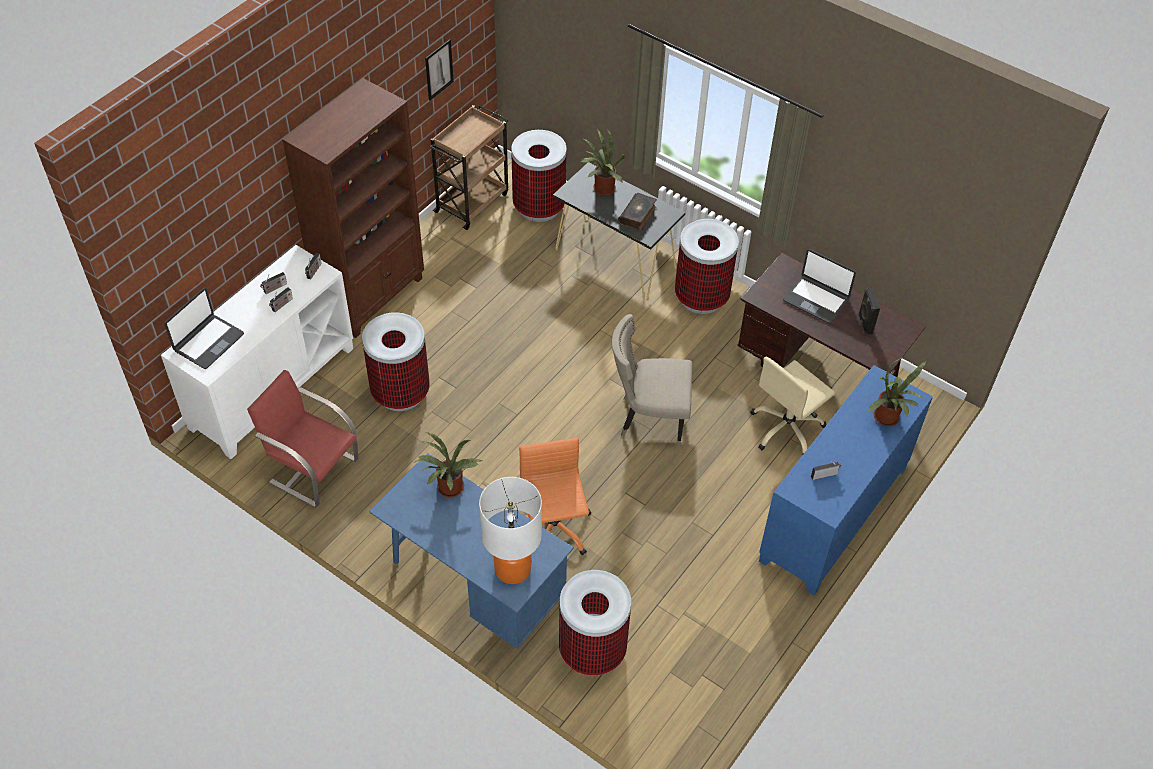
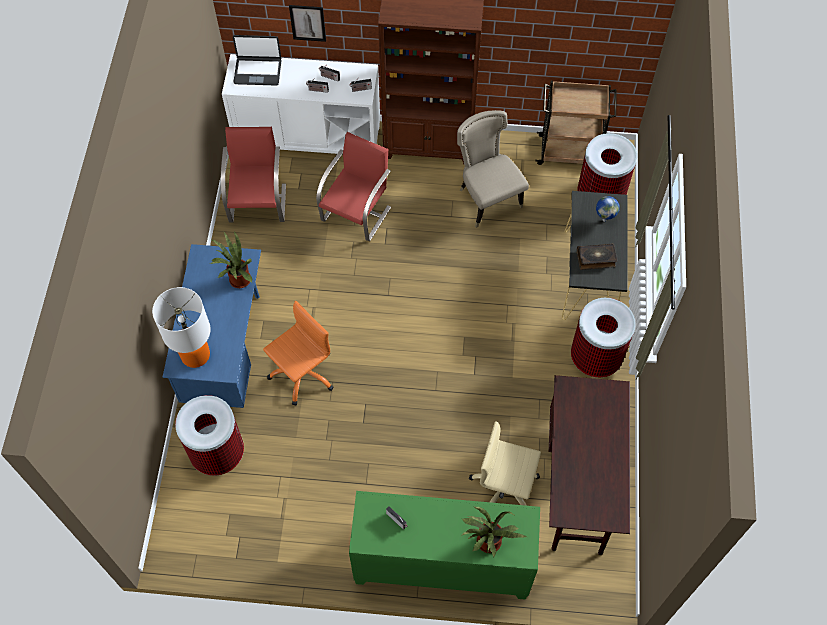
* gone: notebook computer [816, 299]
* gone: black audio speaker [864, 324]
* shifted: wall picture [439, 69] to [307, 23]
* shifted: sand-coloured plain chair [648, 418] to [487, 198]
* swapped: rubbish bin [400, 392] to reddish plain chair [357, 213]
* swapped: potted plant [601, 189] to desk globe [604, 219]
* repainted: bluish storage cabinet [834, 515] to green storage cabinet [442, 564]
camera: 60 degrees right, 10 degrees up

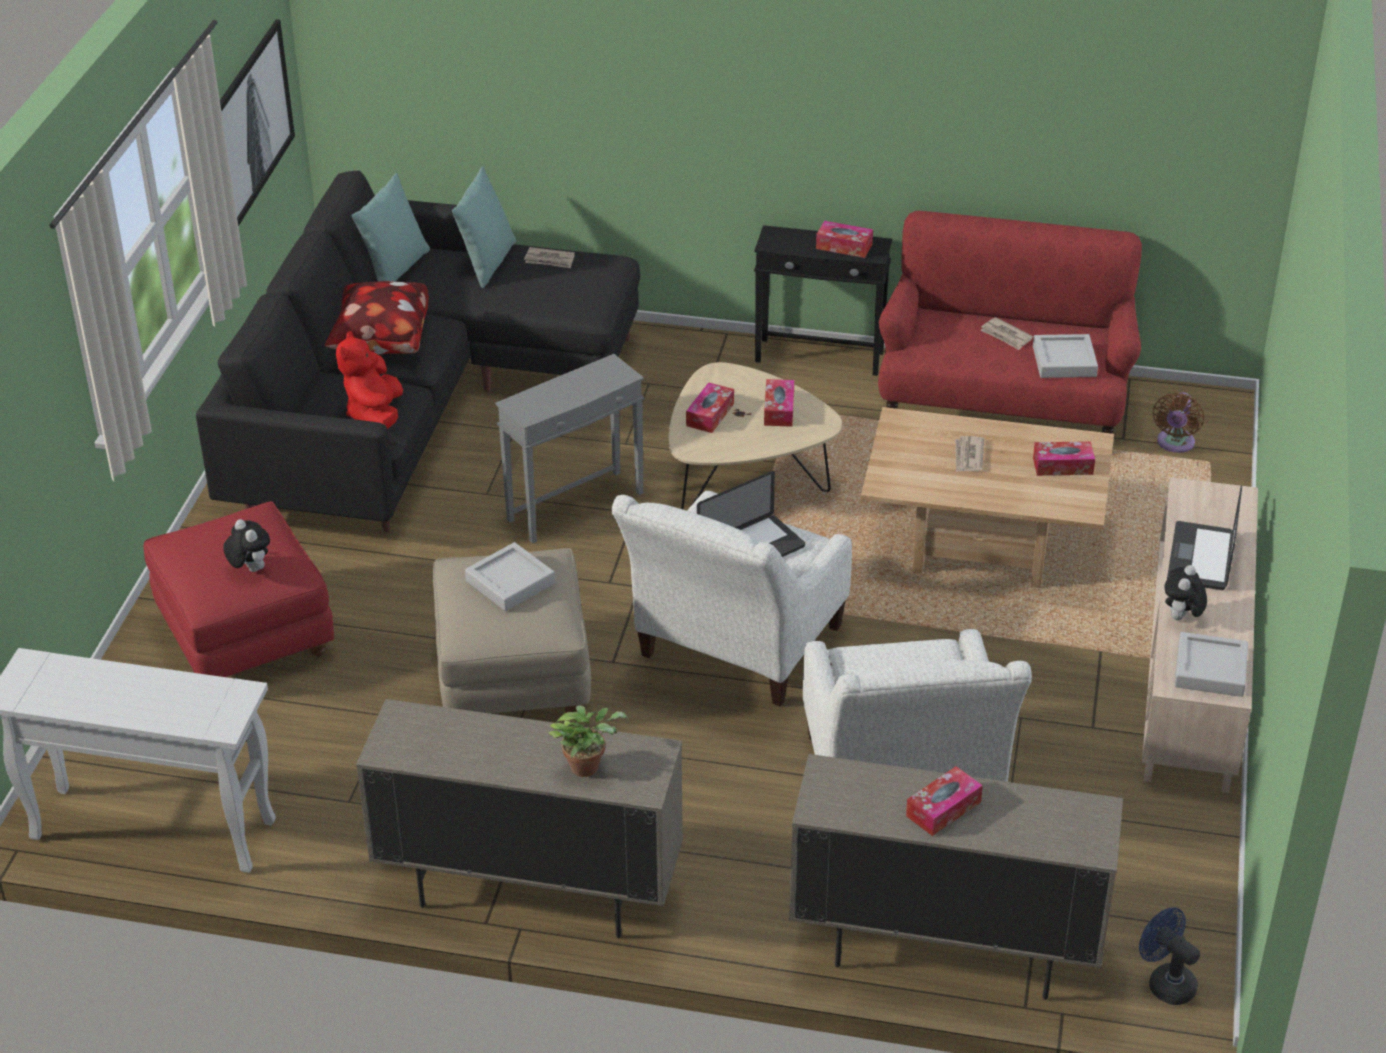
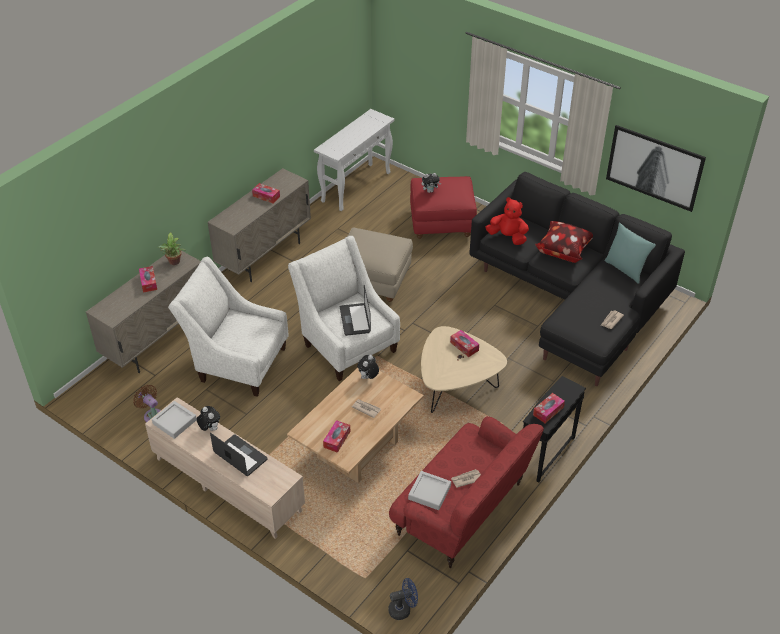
* gone: turquoise-coloured cushion [486, 263]
* gone: gray tray [510, 582]
* gone: gray accent table [576, 506]
* new: soft toy [368, 378]
* shifted: potted plant [588, 766] to [174, 262]
* shifted: box of tissues [779, 410] to [266, 196]
* shifted: bluish cooling fan [1165, 982] to [403, 609]
* shifted: brown-coloured cooling fan [1174, 444] to [152, 415]
camera: 115 degrees right, 5 degrees up

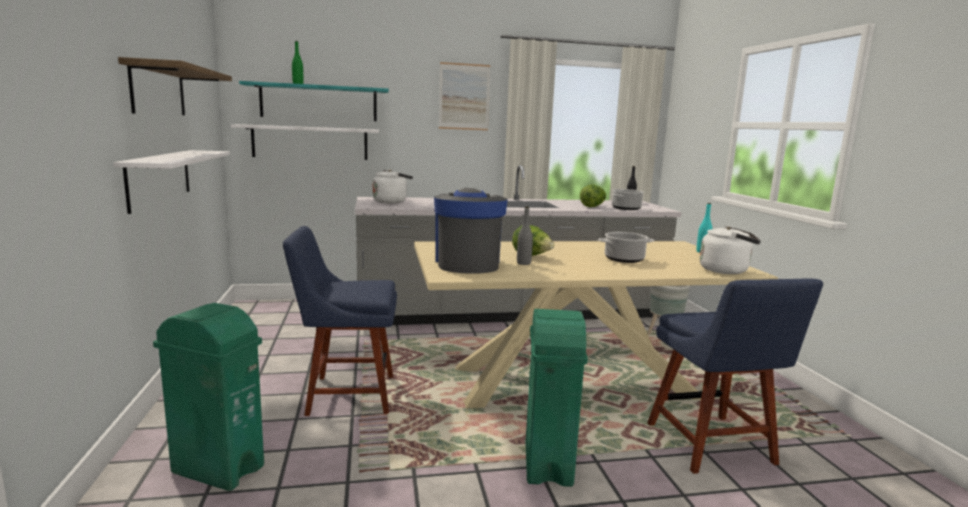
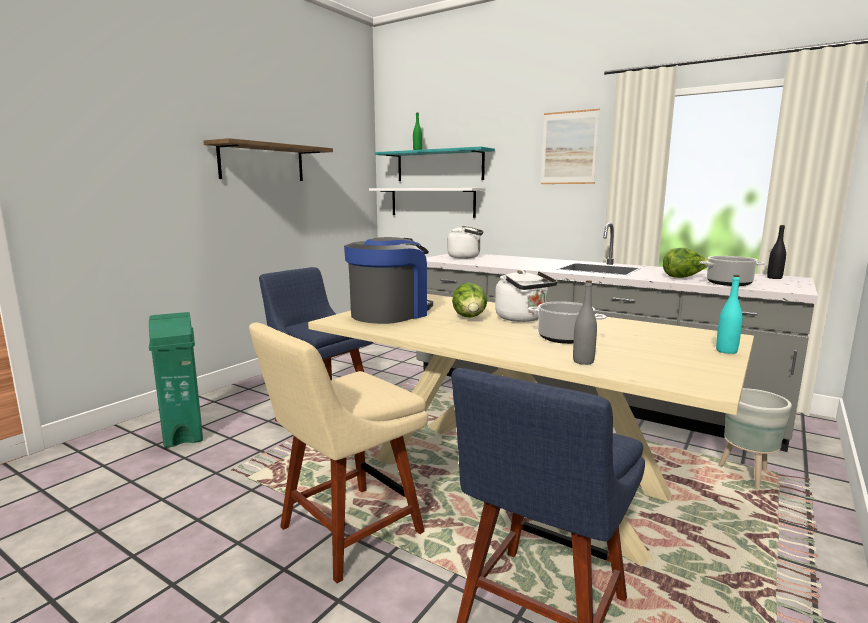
* gone: white shelf [159, 178]
* shifted: gray drink bottle [523, 263] to [583, 361]
* shifted: white tea kettle [726, 270] to [523, 319]
* swapped: green rubbish bin [547, 464] to sand-coloured plain chair [345, 533]
camera: 45 degrees right, 0 degrees up

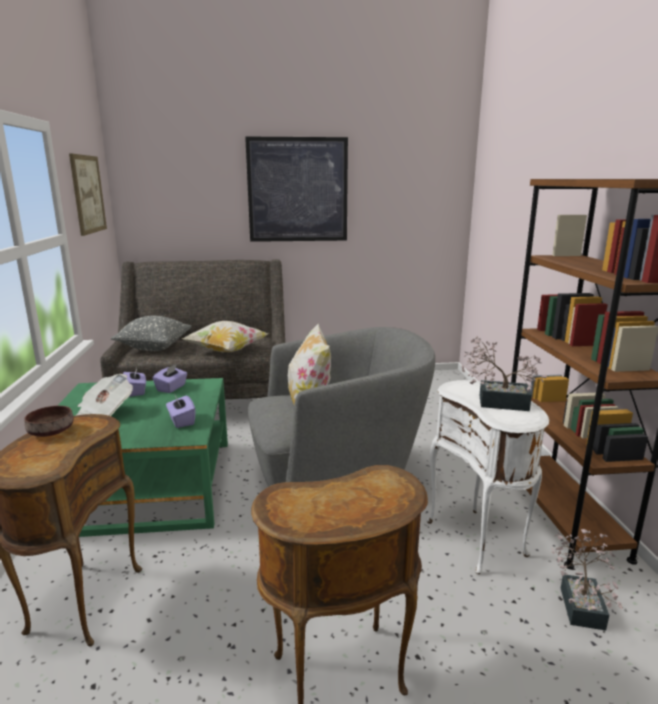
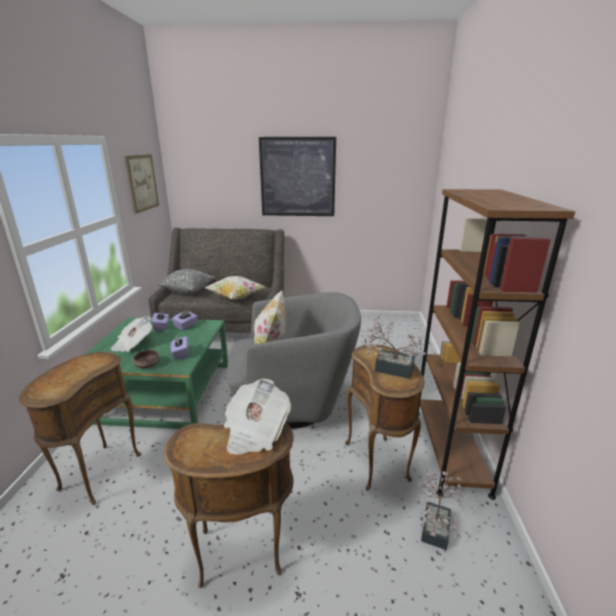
* new: daily paper [255, 432]
* shifted: brown-coloured deep dish [50, 432] to [147, 365]
* repainted: white accent table [478, 538] to brown-coloured accent table [379, 461]
camera: 10 degrees right, 5 degrees up

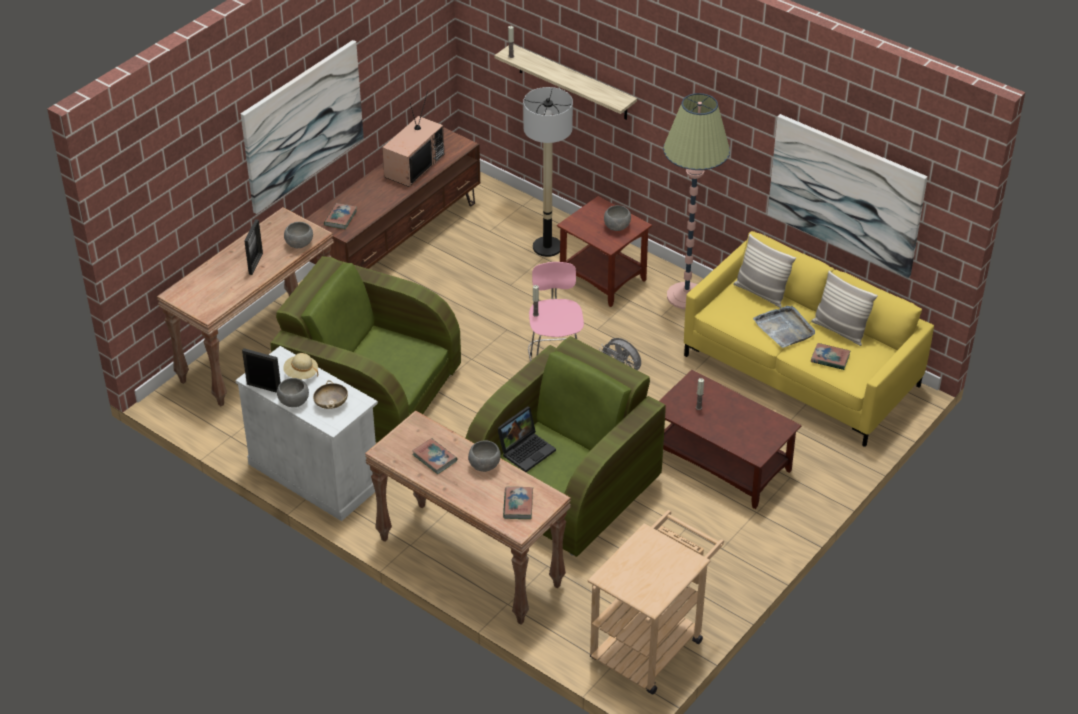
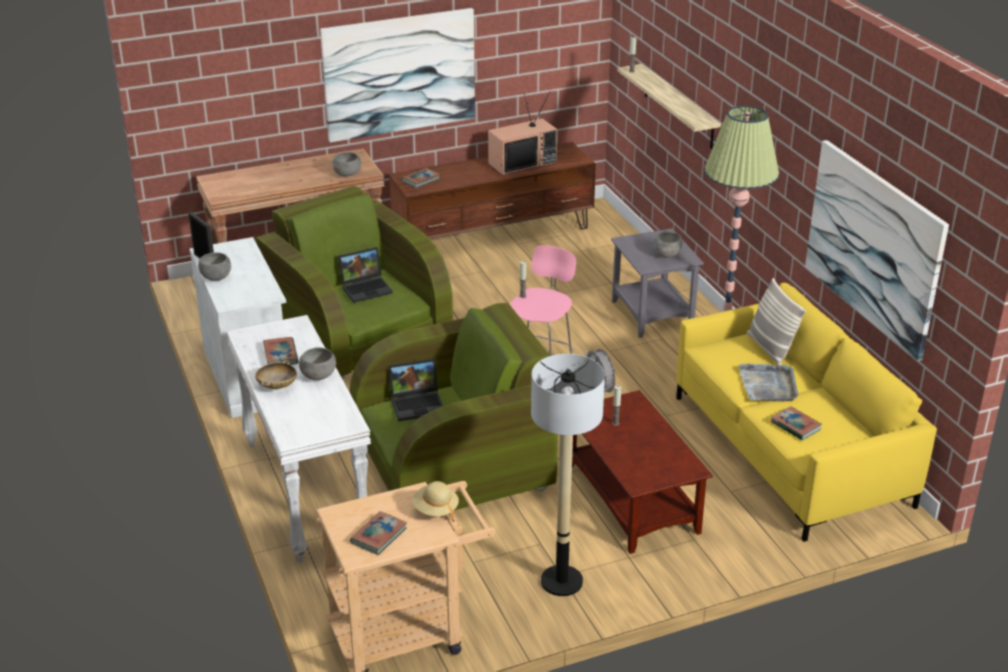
* gone: standing frame [255, 263]
* gone: cushion [840, 330]
* new: notebook computer [366, 288]
* shifted: sand-coloured clothing hat [301, 374] to [435, 509]
* shifted: sand-coloured deep dish [331, 404] to [277, 386]
* shifted: volume [518, 505] to [379, 536]
* shifted: floor lamp [547, 247] to [561, 581]
* repainted: brown-coloured hall table [468, 563] to white hall table [304, 492]
* repainted: brown-coloured accent table [603, 278] to gray accent table [653, 314]
camera: 30 degrees right, 10 degrees down

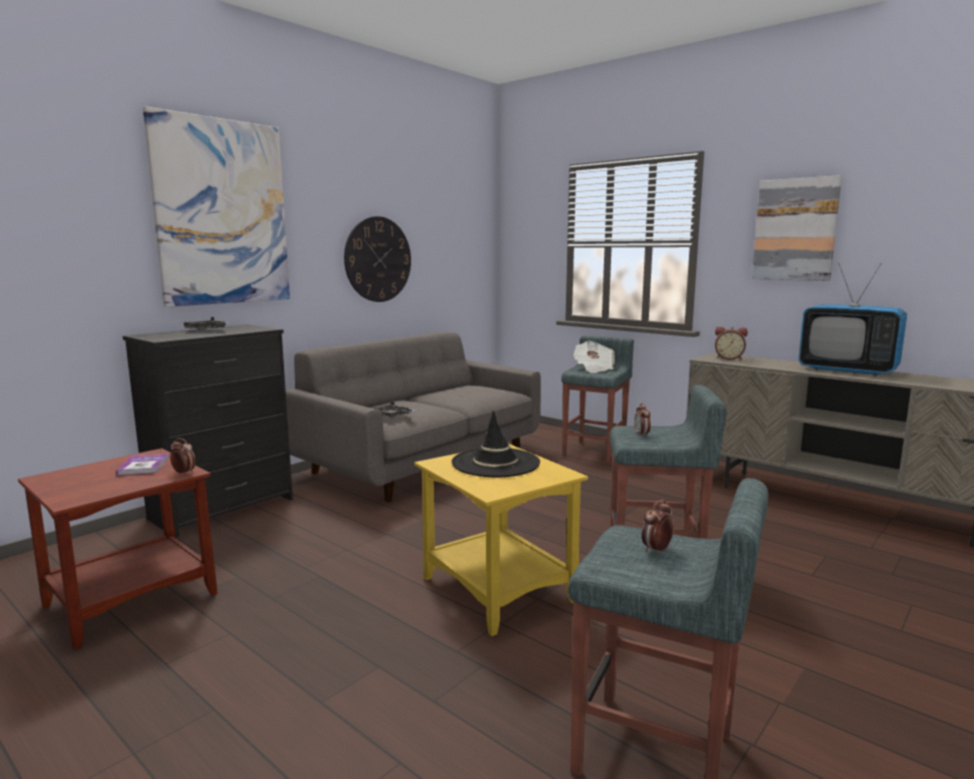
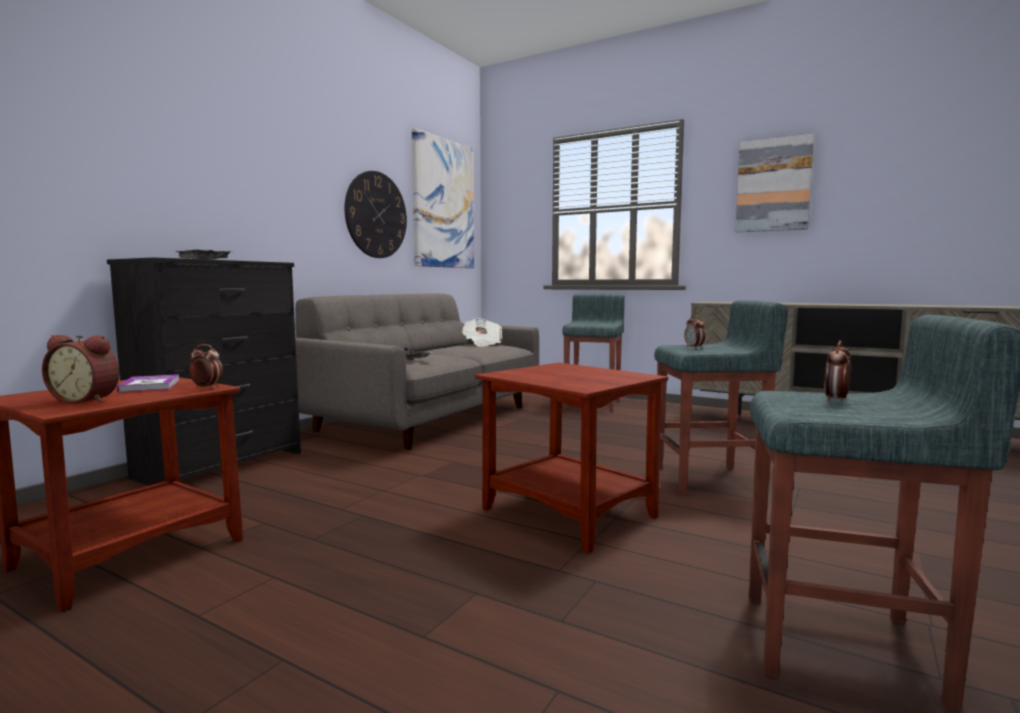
* gone: black clothing hat [495, 463]
* gone: TV set [847, 370]
* shifted: wall picture [222, 213] to [443, 204]
* shifted: daily paper [593, 368] to [482, 344]
* shifted: table clock [729, 358] to [87, 400]
* repainted: yellow accent table [499, 589] to brown-coloured accent table [570, 512]
camera: 10 degrees left, 5 degrees down

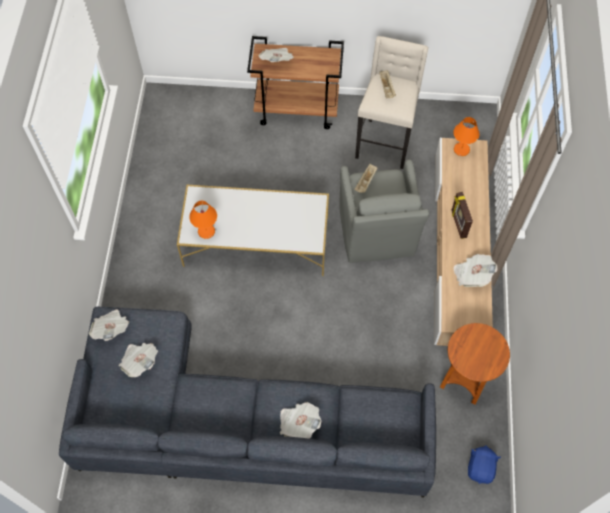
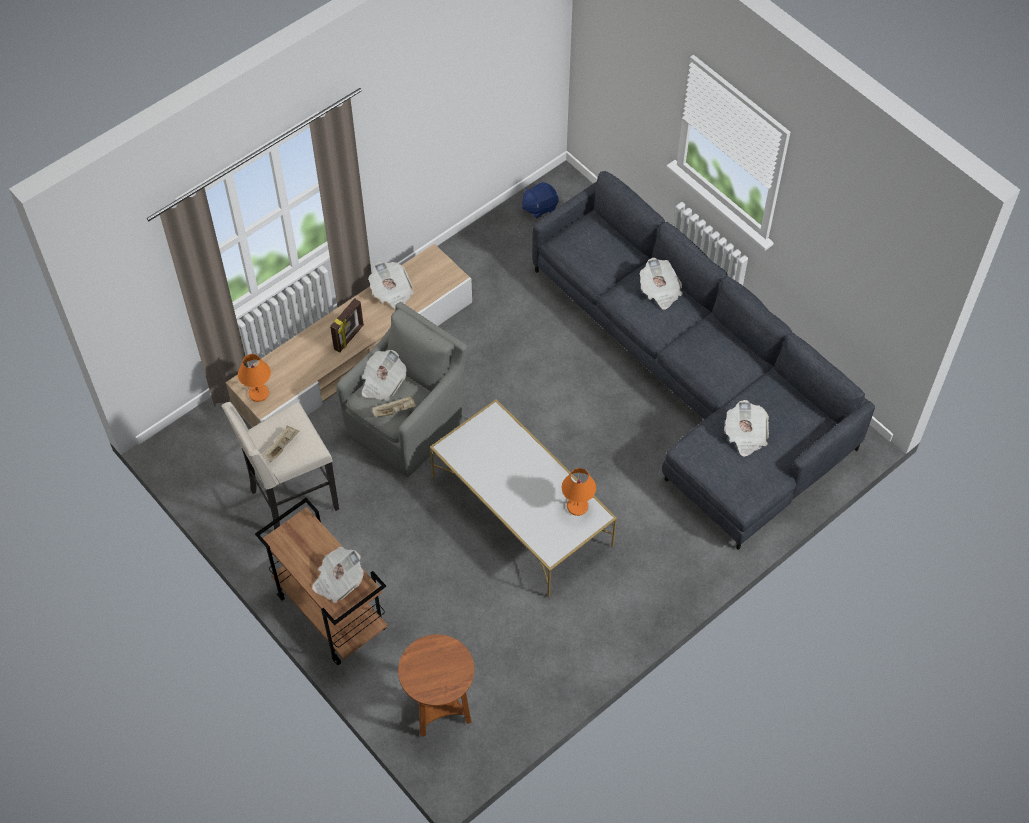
* shifted: daily paper [111, 329] to [382, 383]
* shifted: brown-coloured accent table [465, 378] to [439, 708]
camera: 135 degrees left, 5 degrees down

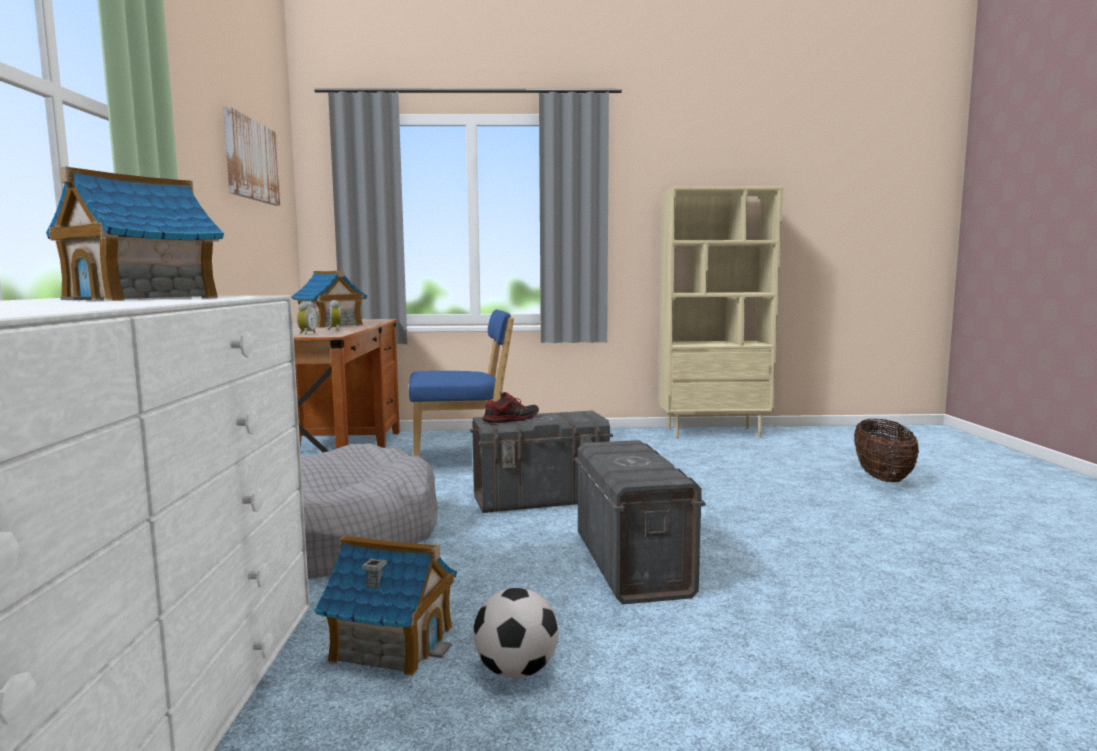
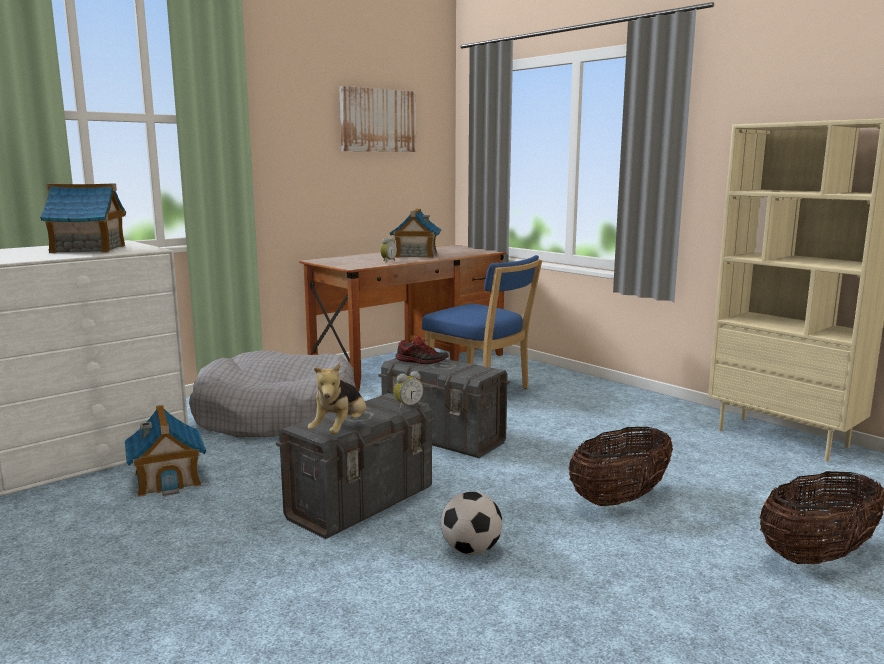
* new: soft toy [340, 430]
* new: basket [619, 499]
* shifted: table clock [306, 333] to [408, 407]
* shifted: football ball [516, 671] to [471, 550]
camera: 50 degrees right, 5 degrees up

